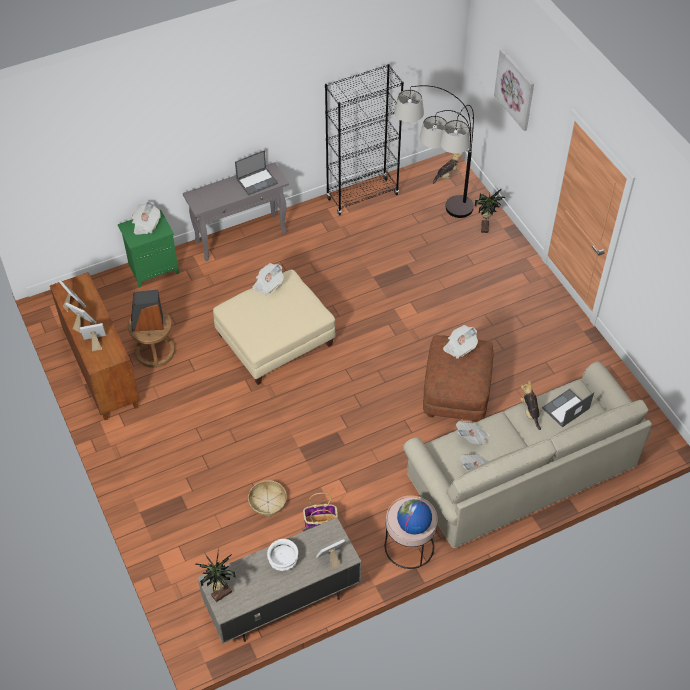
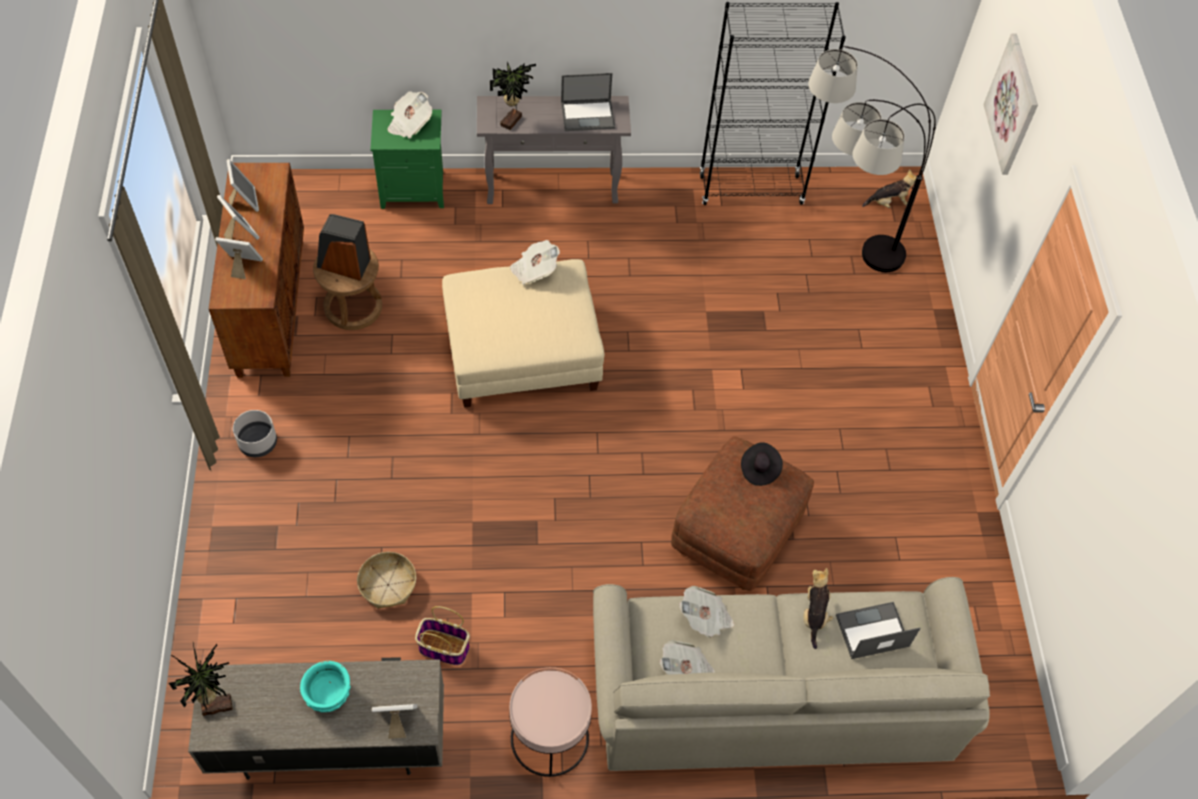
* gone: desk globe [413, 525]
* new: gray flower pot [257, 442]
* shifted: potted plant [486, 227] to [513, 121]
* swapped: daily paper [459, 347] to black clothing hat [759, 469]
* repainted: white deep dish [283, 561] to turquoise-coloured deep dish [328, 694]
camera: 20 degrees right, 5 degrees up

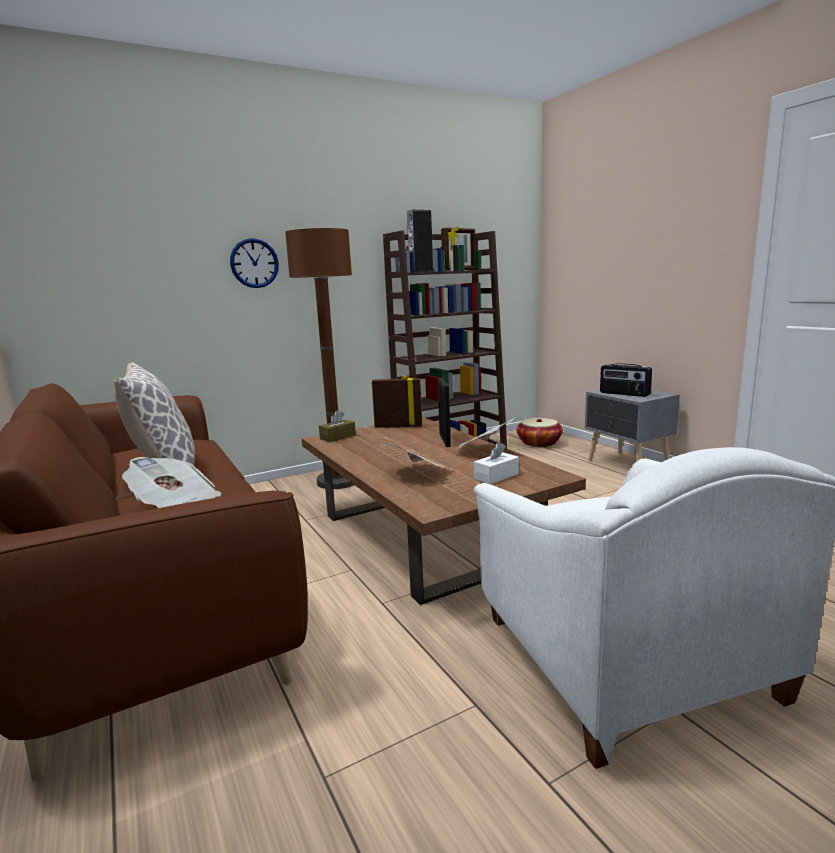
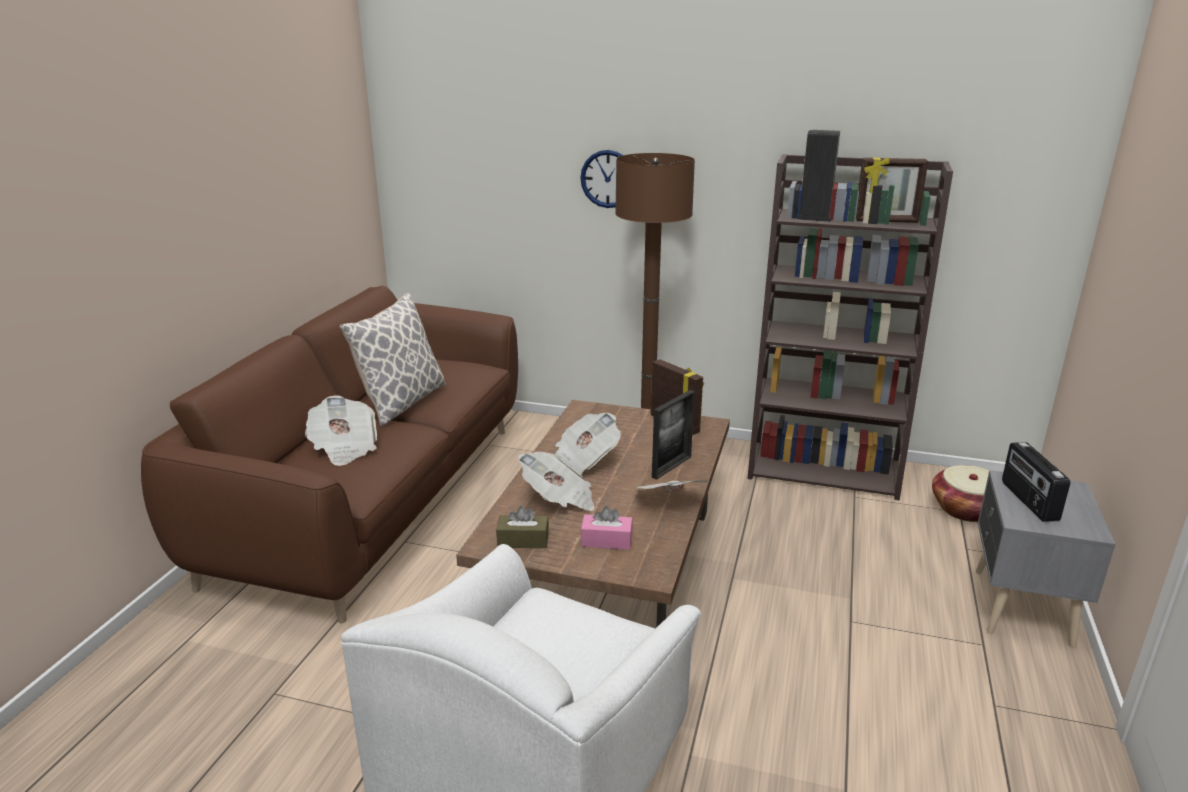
* new: daily paper [582, 461]
* shifted: brown-coloured box of tissues [338, 437] to [523, 540]
* repainted: white box of tissues [496, 476] to pink box of tissues [606, 541]
camera: 45 degrees right, 10 degrees up

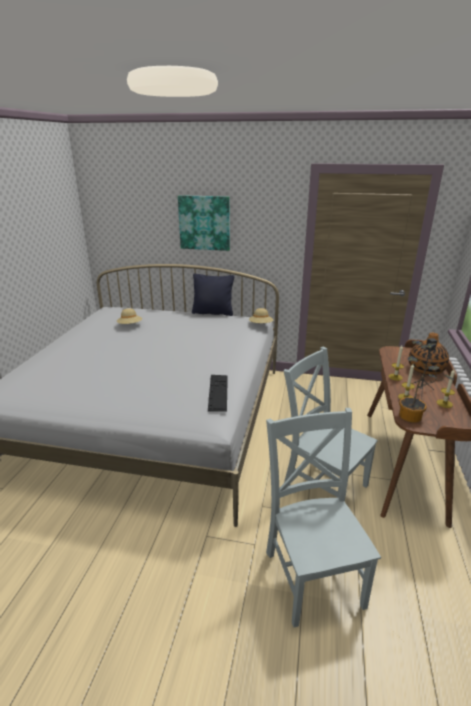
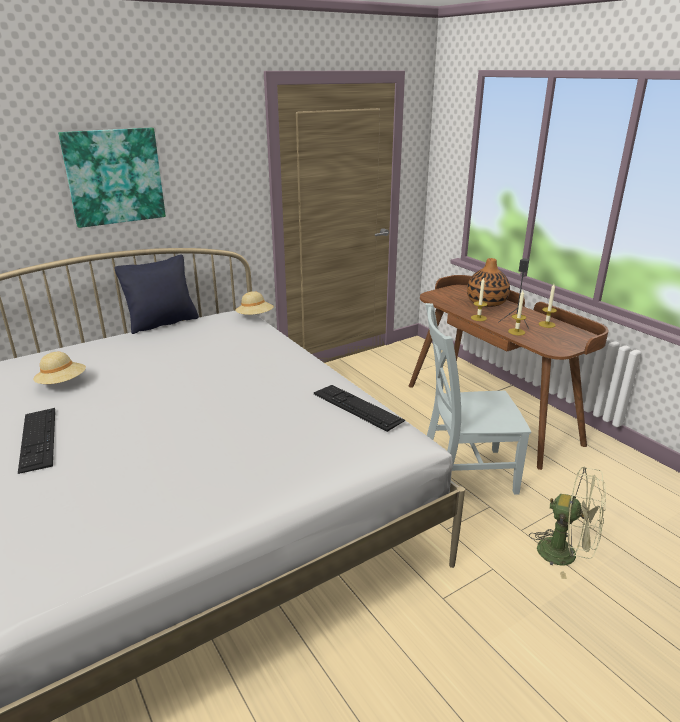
* gone: potted plant [413, 417]
* new: keyboard [38, 439]
* swapped: gray plain chair [312, 574] to green cooling fan [566, 554]
camera: 45 degrees left, 0 degrees up

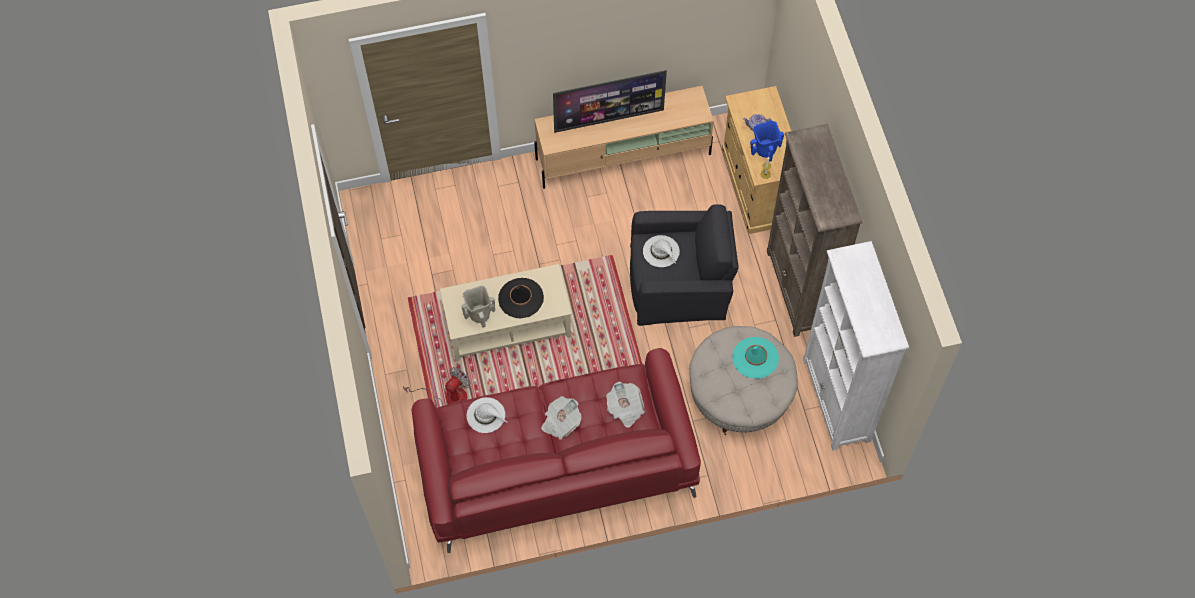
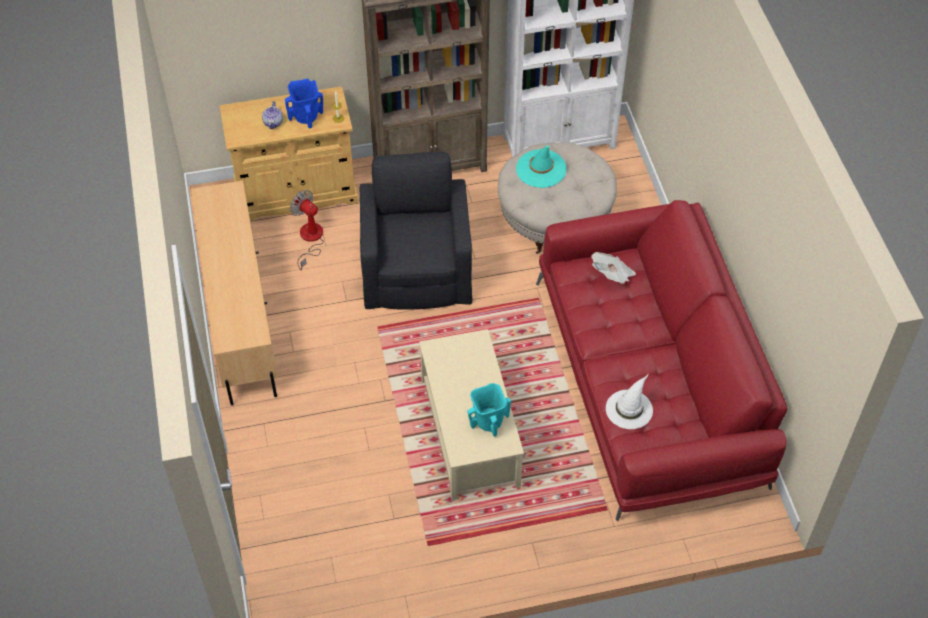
* gone: black clothing hat [520, 298]
* gone: daily paper [560, 422]
* gone: TV set [609, 119]
* gone: white clothing hat [661, 251]
* shifted: cooling fan [448, 397] to [310, 239]
* repainted: sand-coloured decorative vase [479, 314] to turquoise-coloured decorative vase [488, 422]
camera: 90 degrees left, 10 degrees down

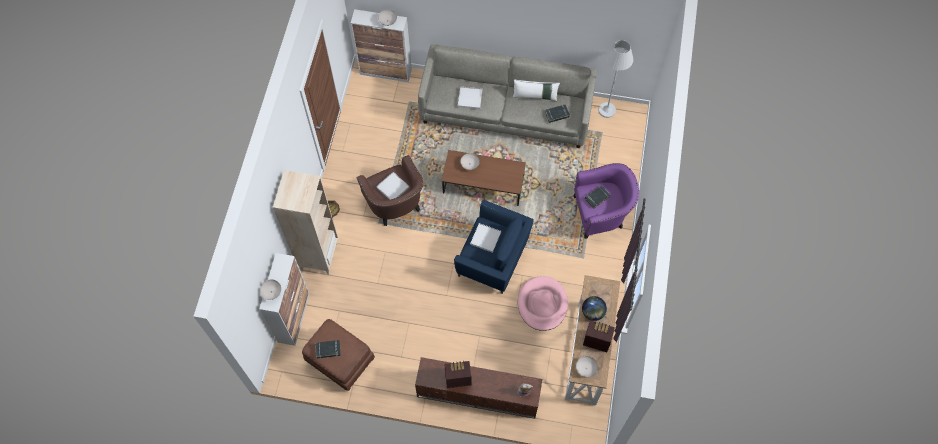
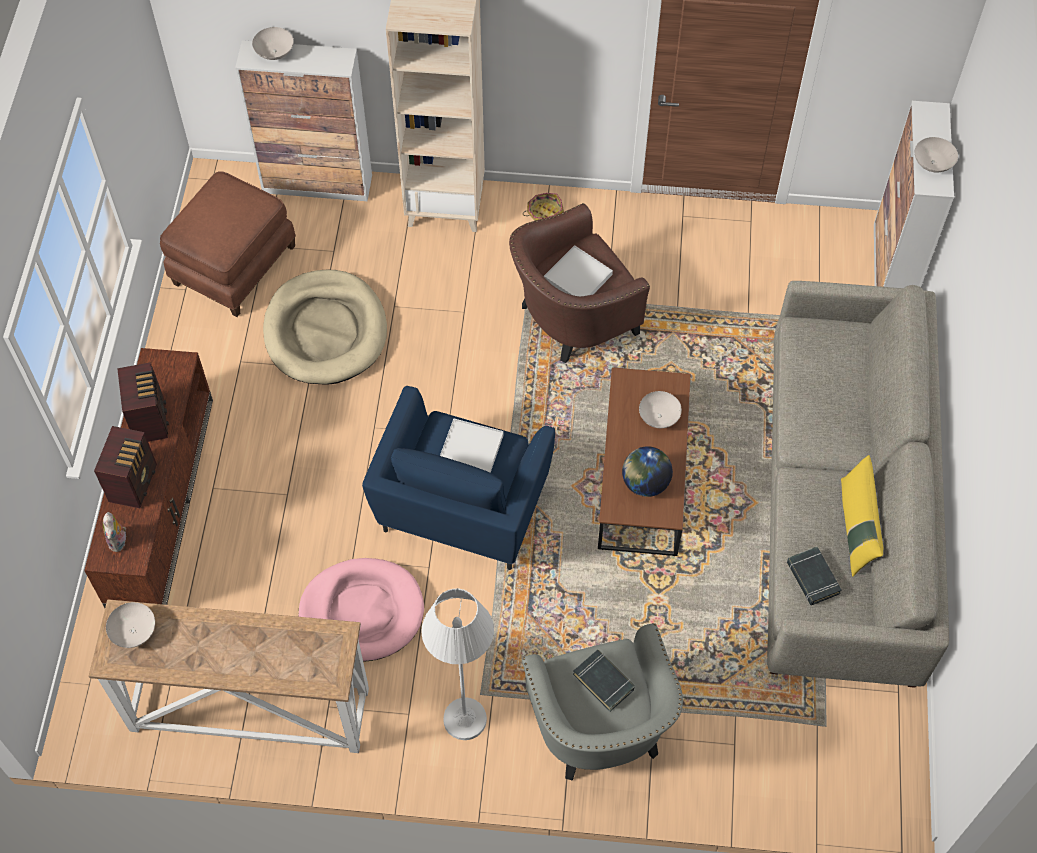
* gone: black volume [328, 350]
* gone: white tray [470, 98]
* new: sand-coloured dog cushion [325, 331]
* shifted: desk globe [592, 312] to [645, 483]
* shifted: radio set [596, 341] to [134, 482]
* shifted: white floor lamp [607, 110] to [465, 719]
* repainted: white cushion [535, 96] to yellow cushion [856, 528]
* repainted: purplish armchair [601, 213] to gray armchair [600, 731]
camera: 85 degrees right, 5 degrees down

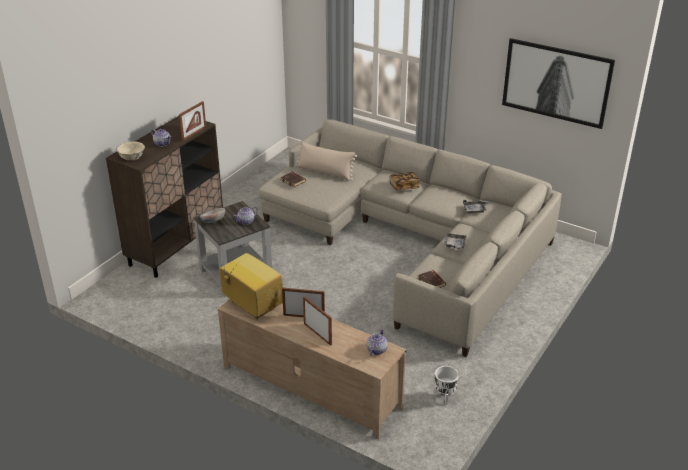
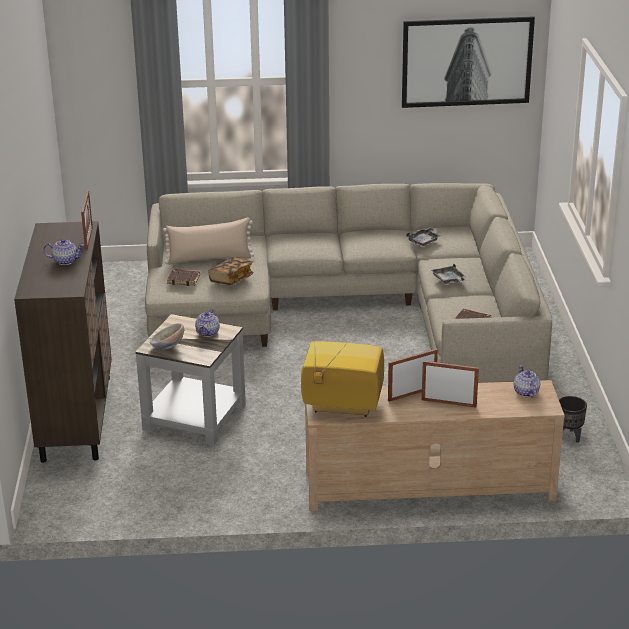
* gone: sand-coloured deep dish [131, 157]
* shifted: volume [404, 187] to [231, 279]
* repainted: white flower pot [444, 397] to black flower pot [569, 437]
camera: 35 degrees left, 5 degrees down

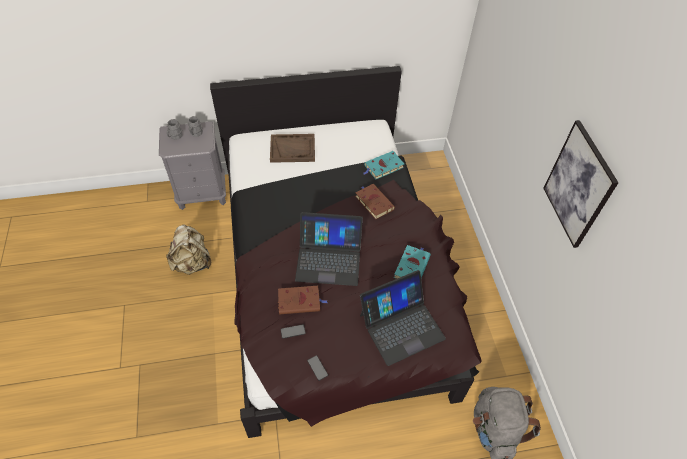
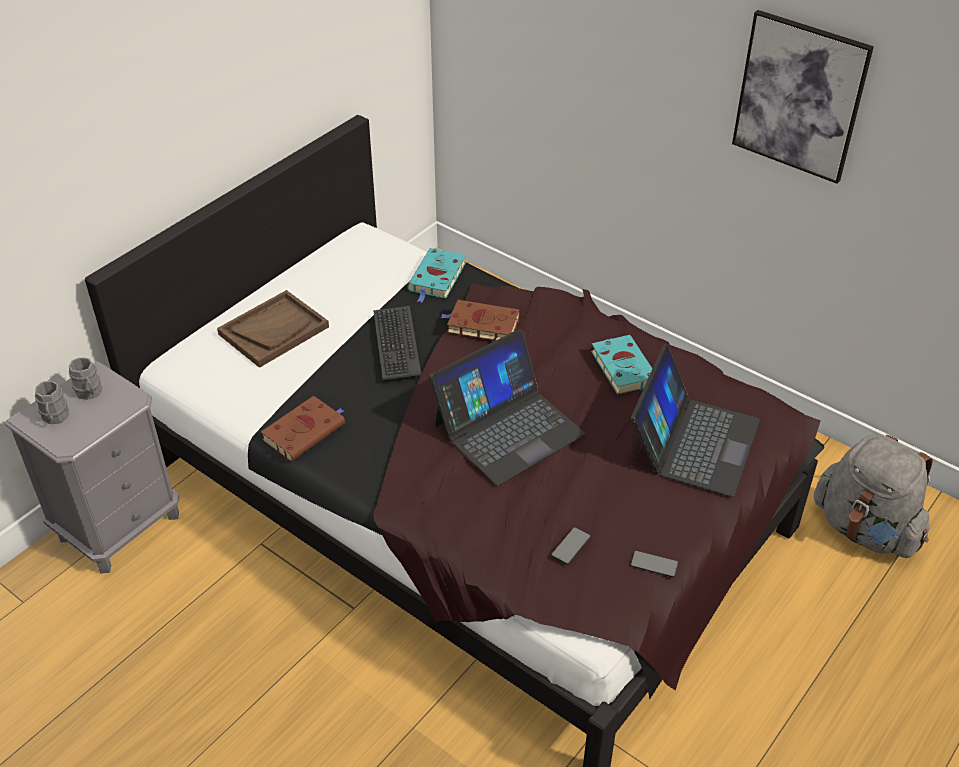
* gone: sand-coloured rucksack [192, 263]
* new: keyboard [395, 343]
* shifted: brown-coloured volume [300, 301] to [305, 431]
camera: 40 degrees left, 10 degrees down

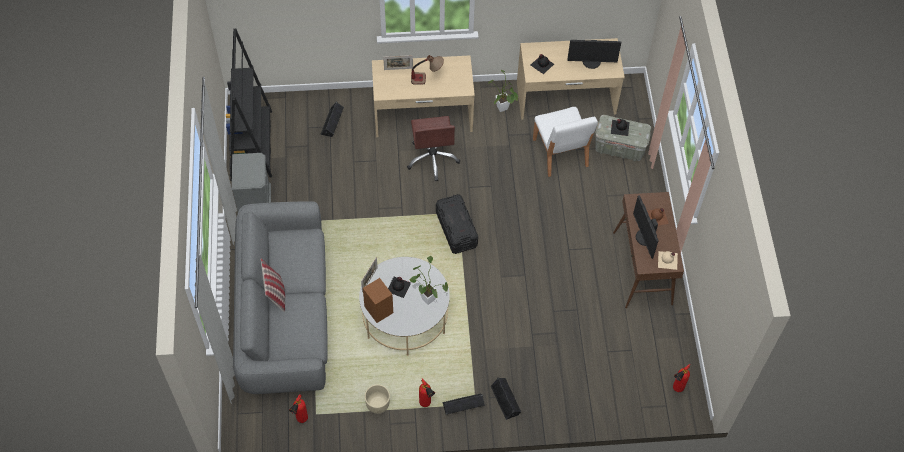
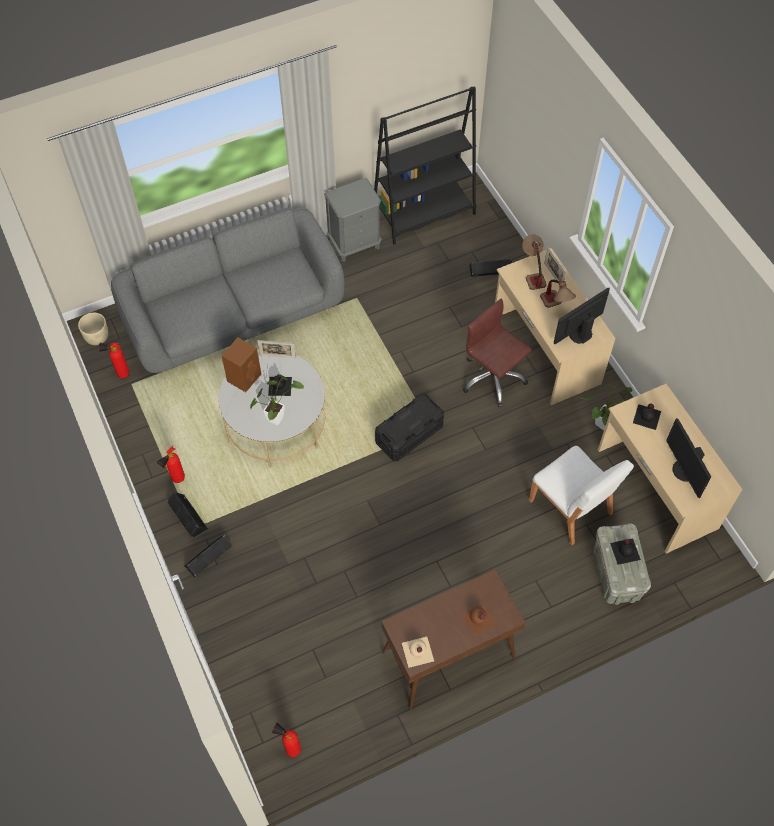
* gone: cushion [275, 294]
* new: lamp for a table [532, 273]
* shifted: sand-coloured flower pot [377, 404] to [97, 336]
* shifted: computer display [644, 237] to [579, 333]
* rotated: brown-coloured office chair [432, 158] = [492, 379] 75 degrees clockwise
* rotated: white plain chair [560, 153] = [570, 508] 90 degrees counterclockwise
camera: 70 degrees right, 0 degrees up

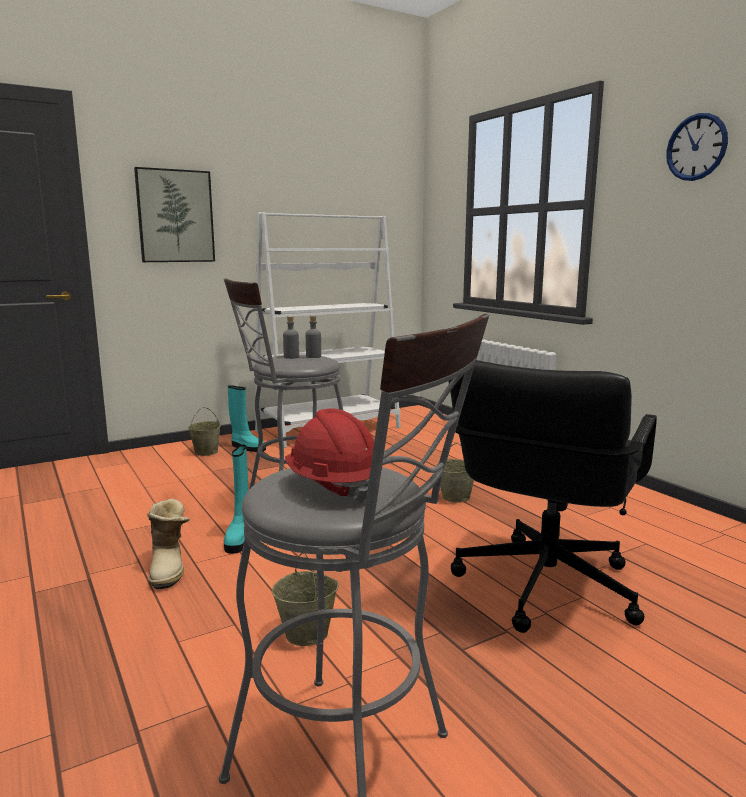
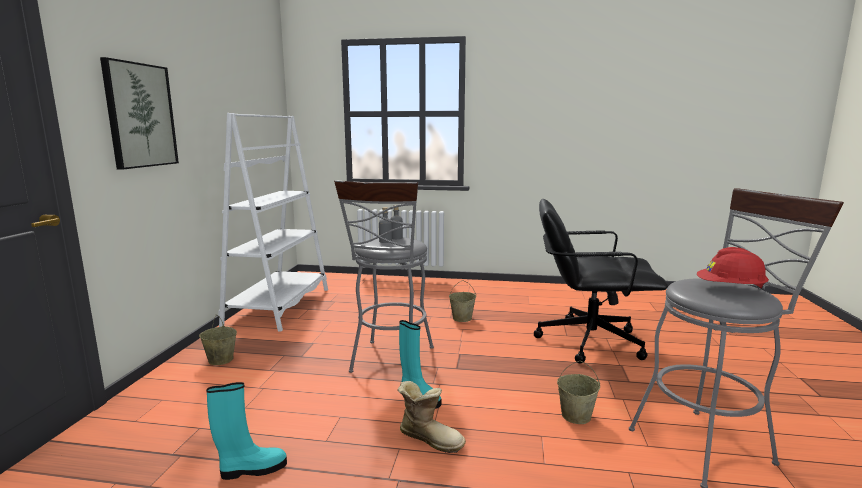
* gone: clock on the wall [696, 147]
* shifted: turquoise-coloured boot [247, 447] to [252, 469]
* rotated: black office chair [543, 586] = [588, 341] 120 degrees clockwise
camera: 50 degrees left, 0 degrees up

